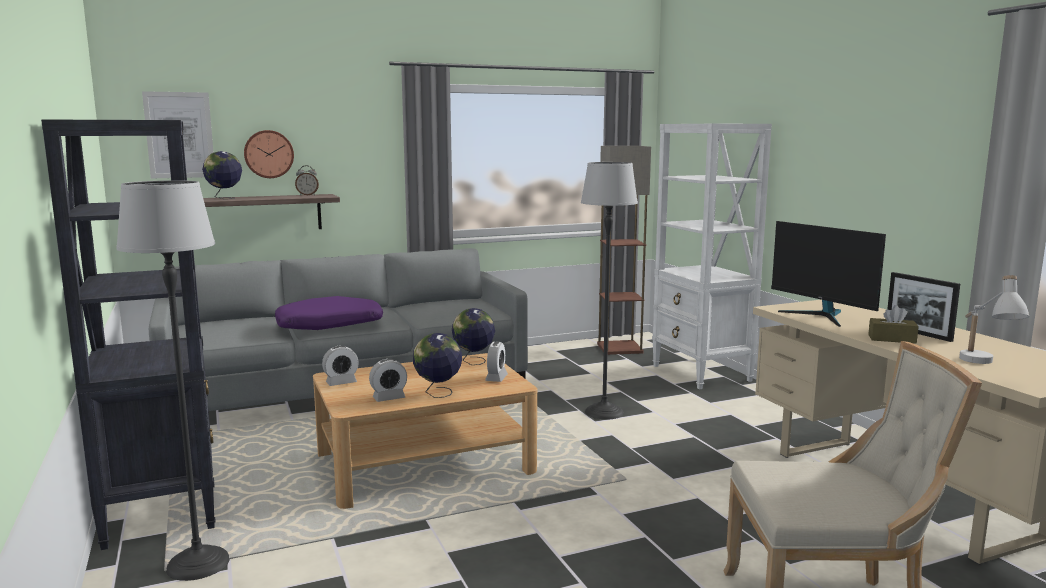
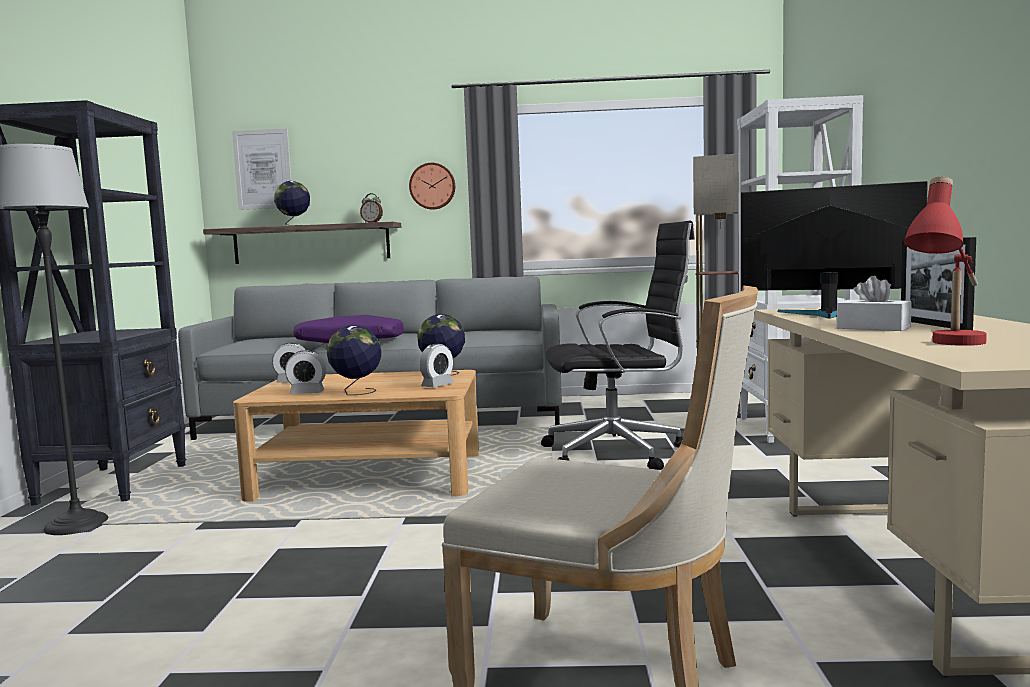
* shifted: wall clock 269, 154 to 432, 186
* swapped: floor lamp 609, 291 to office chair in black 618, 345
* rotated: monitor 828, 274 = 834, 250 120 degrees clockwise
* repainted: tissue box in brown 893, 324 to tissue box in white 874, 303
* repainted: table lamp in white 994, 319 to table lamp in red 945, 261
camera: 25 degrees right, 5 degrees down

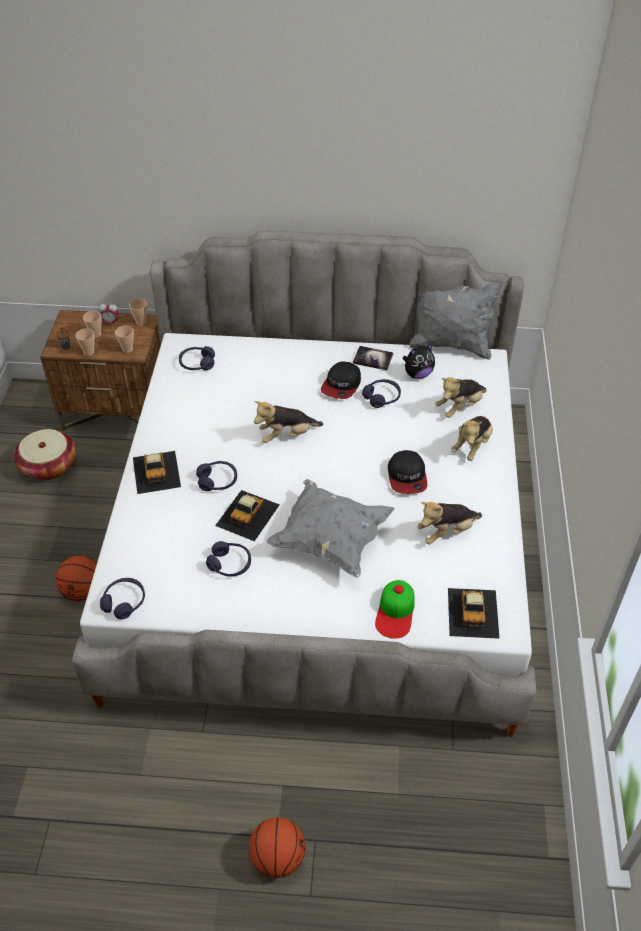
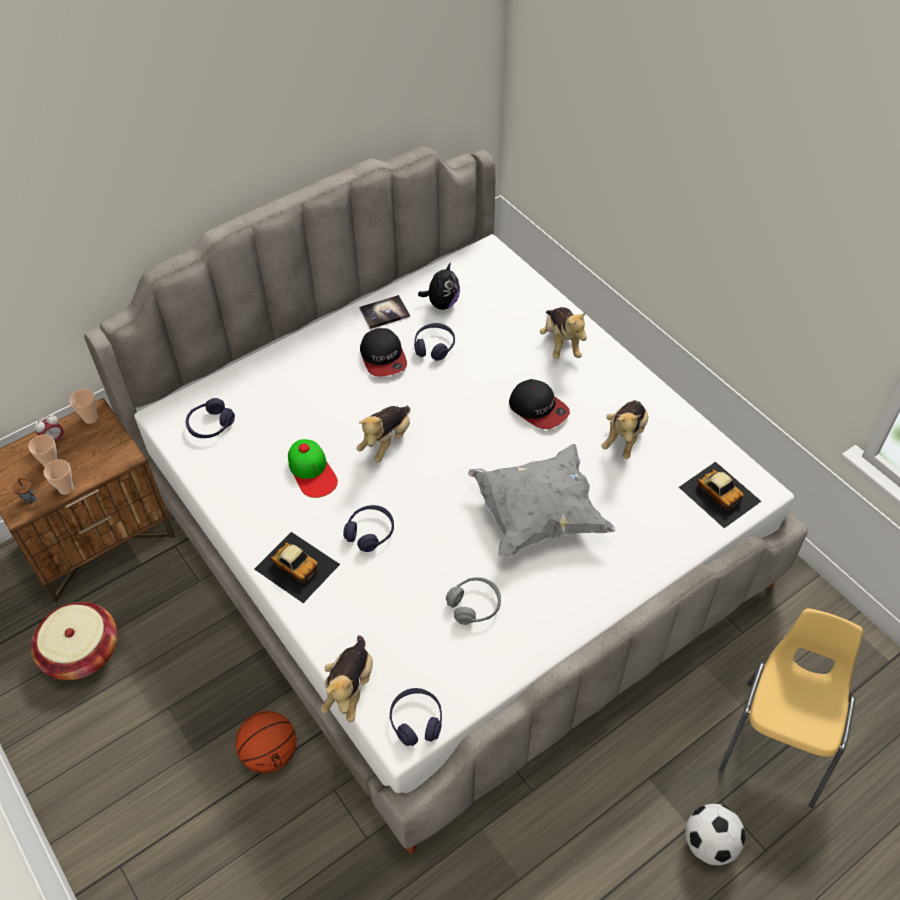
* shifted: cap 395, 609 to 313, 468
* shifted: plush toy 461, 397 to 347, 679
* repainted: headphones in purple 228, 559 to headphones in grey 473, 601
* swapped: basketball 277, 847 to football 715, 834
* new: chair in yellow 791, 708
* gone: cup 124, 339
* gone: toy car 247, 515
* gone: pillow in grey 456, 321
camera: 40 degrees left, 5 degrees up

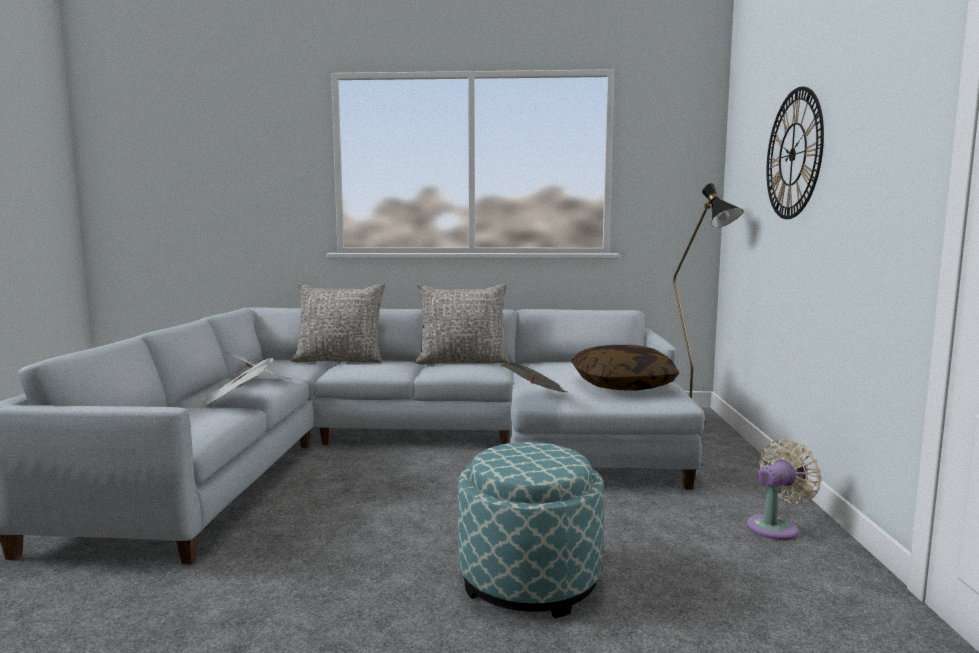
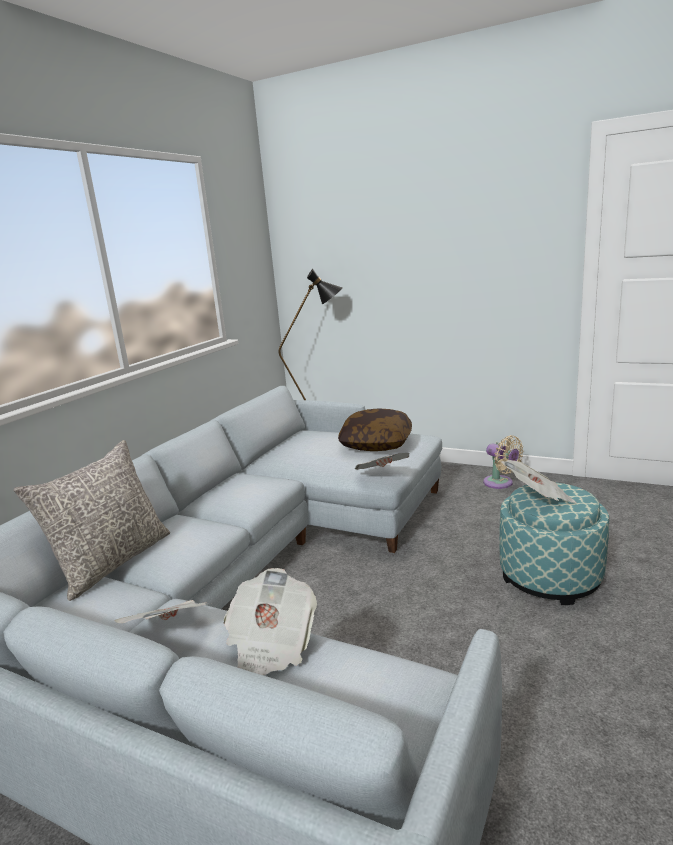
* rotated: fan in beige 784, 489 = 503, 462 150 degrees clockwise
* new: newspaper 539, 481
* gone: pillow in grey 462, 324
* gone: wall clock 795, 153
camera: 65 degrees left, 10 degrees up

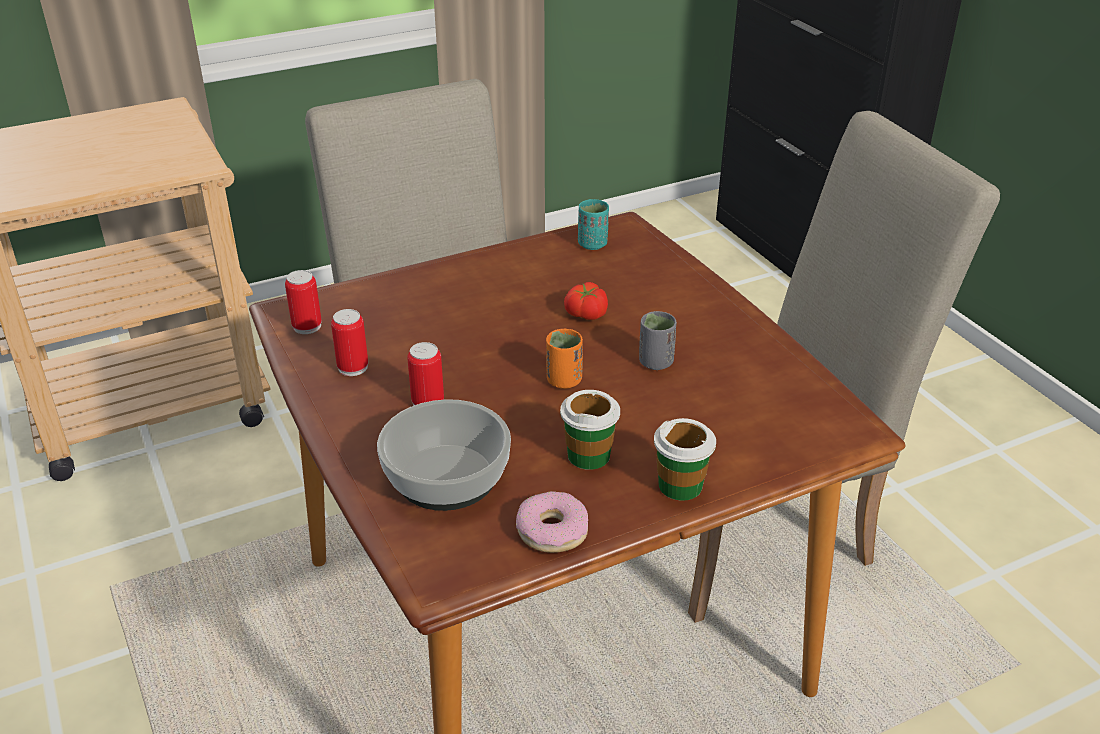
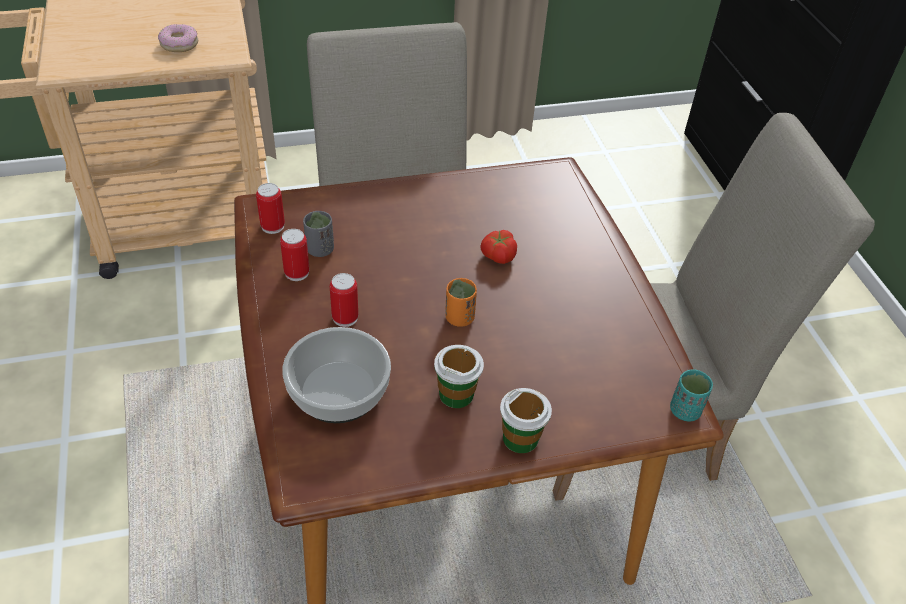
* shifted: donut 552, 522 to 178, 38
* shifted: cup in grey 658, 340 to 318, 234
* shifted: cup in turquoise 593, 224 to 691, 395
camera: 10 degrees right, 10 degrees up

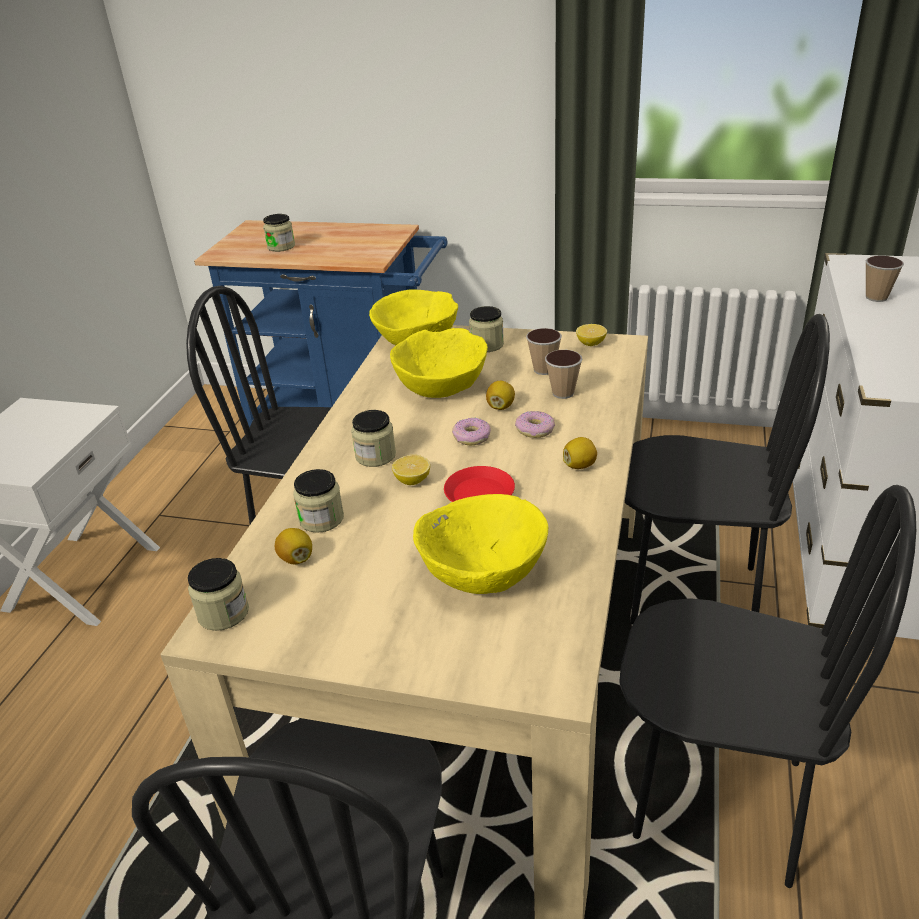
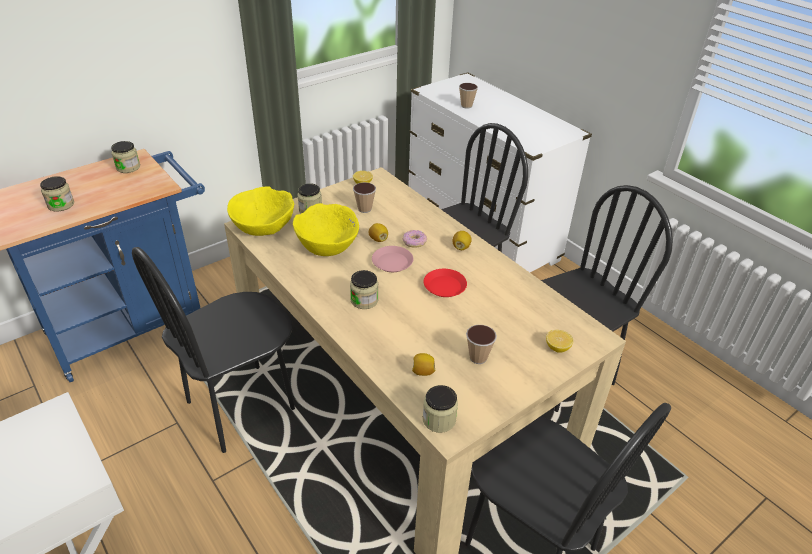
* shifted: jar 318, 501 to 125, 157
* swapped: donut 471, 431 to plate in pink 392, 259
* shifted: cup 563, 374 to 481, 344
* shifted: lemon 411, 470 to 559, 341
* gone: bowl in yellow 480, 544
camera: 55 degrees left, 5 degrees up

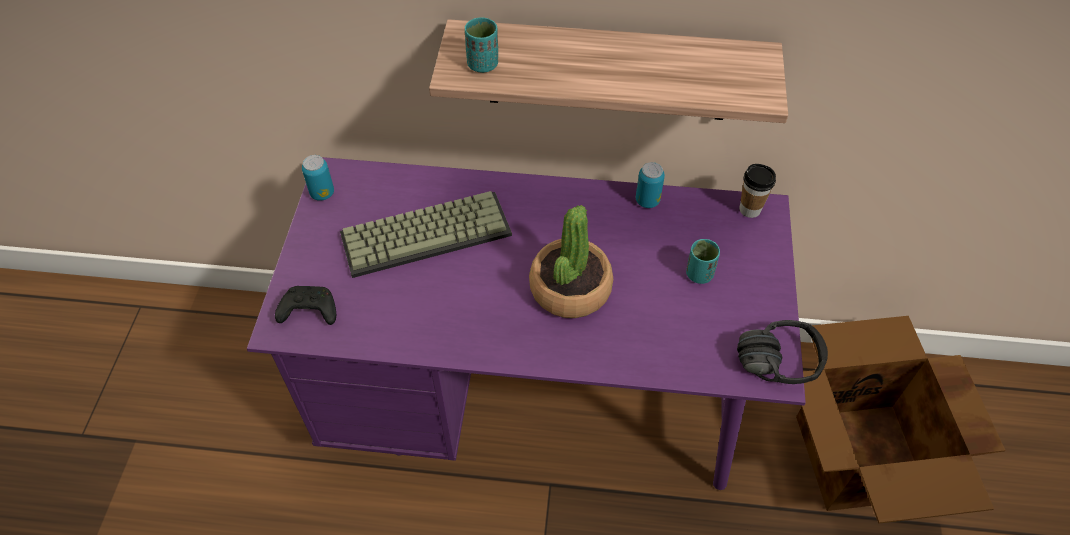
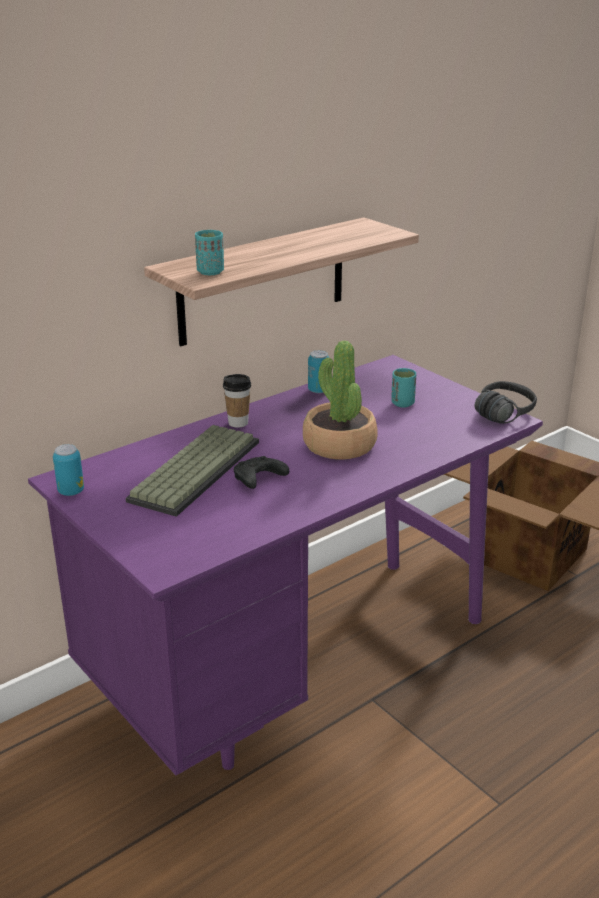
* shifted: cup 757, 191 to 237, 401
* shifted: game controller in black 305, 305 to 261, 472
camera: 45 degrees left, 25 degrees down

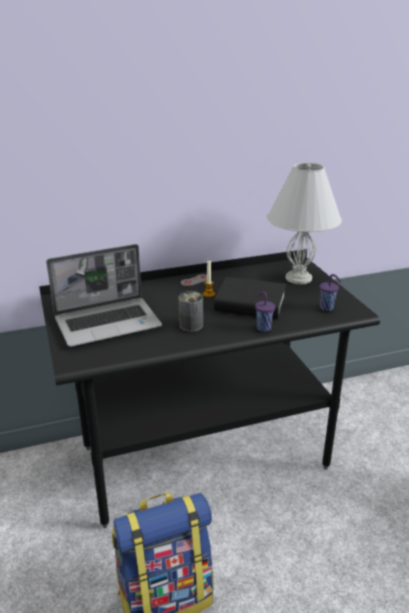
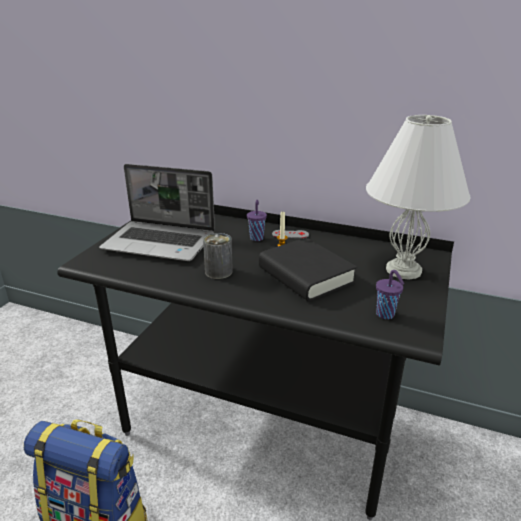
* shifted: cup in purple 265, 311 to 257, 220
camera: 40 degrees right, 0 degrees up

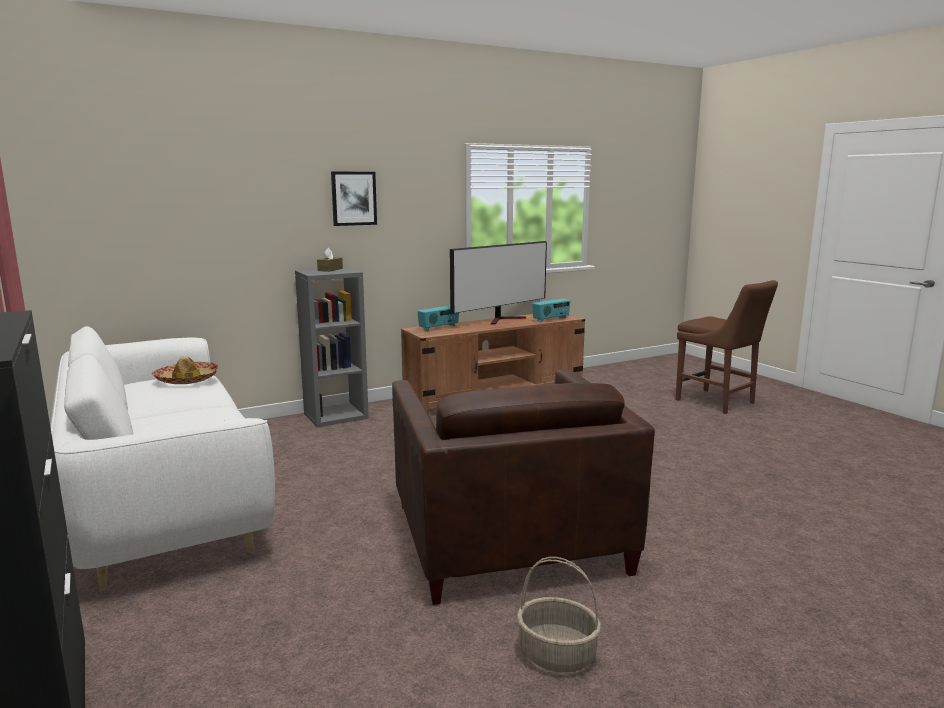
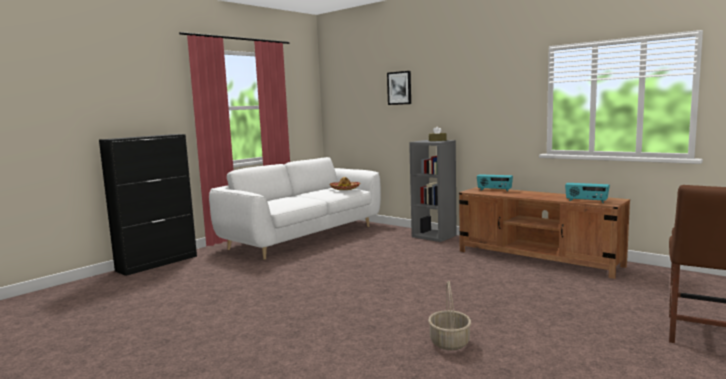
* shifted: picture 354, 198 to 399, 88
* shifted: basket 559, 614 to 449, 315
* gone: armchair in brown 523, 487
* gone: television 498, 282
camera: 70 degrees right, 5 degrees down

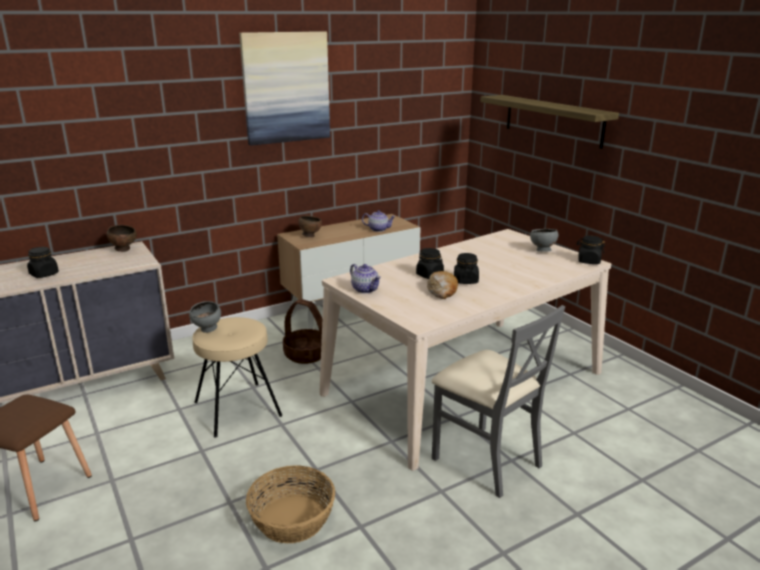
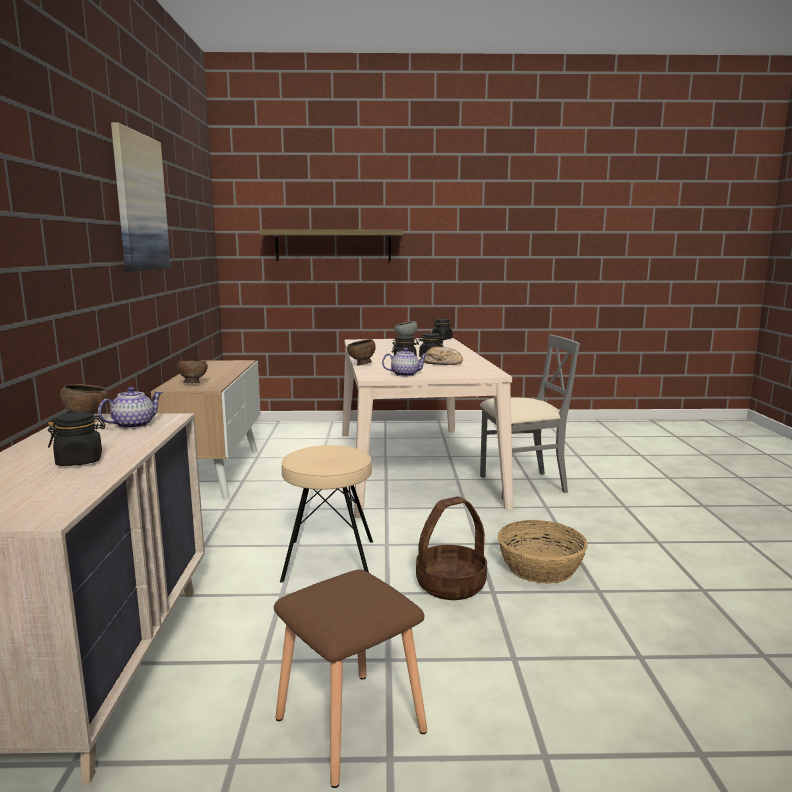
* shifted: teapot 379, 221 to 130, 408
* new: bowl in brown 361, 352
* shifted: basket 302, 331 to 451, 548
* gone: bowl in grey 205, 317
camera: 60 degrees left, 10 degrees down

